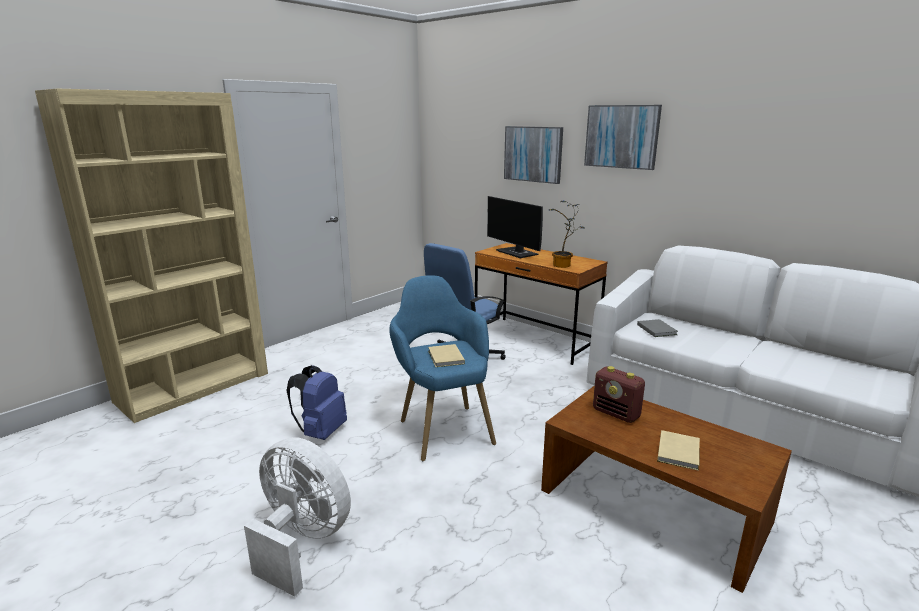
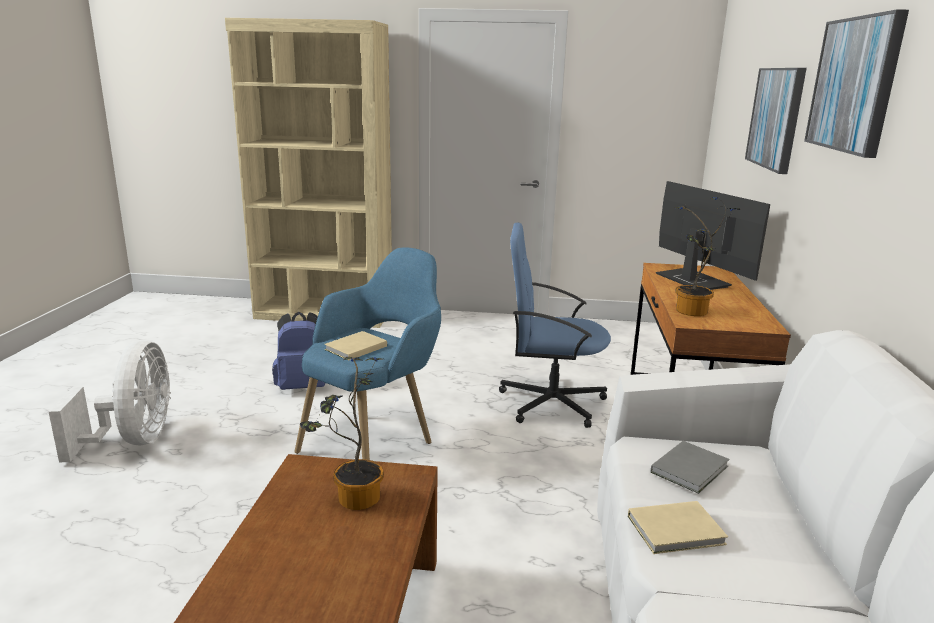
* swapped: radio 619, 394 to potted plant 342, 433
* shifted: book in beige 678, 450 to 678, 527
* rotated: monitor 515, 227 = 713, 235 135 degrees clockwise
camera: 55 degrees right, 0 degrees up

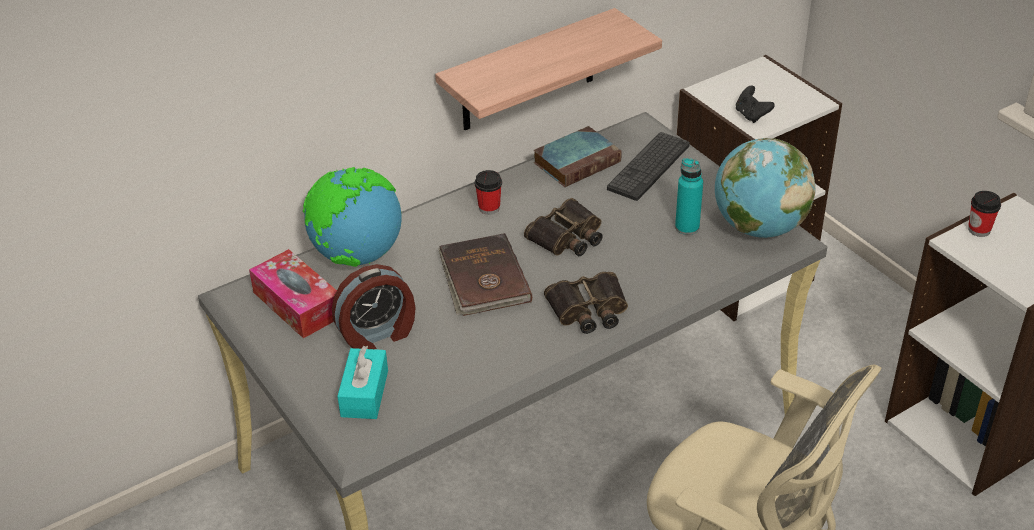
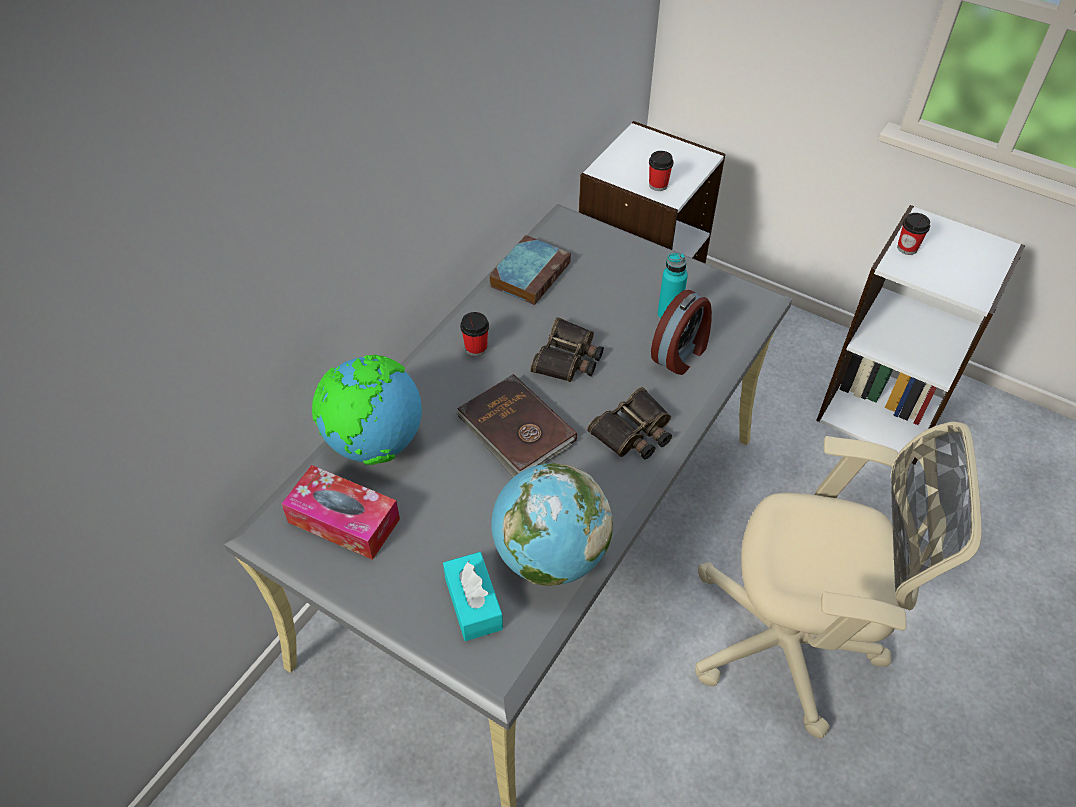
* shifted: globe 765, 188 to 552, 524
* swapped: game controller in black 755, 104 to cup 661, 171
* shifted: alarm clock 374, 306 to 681, 332
* gone: shelf 548, 69
* gone: keyboard 648, 166
camera: 25 degrees left, 10 degrees up

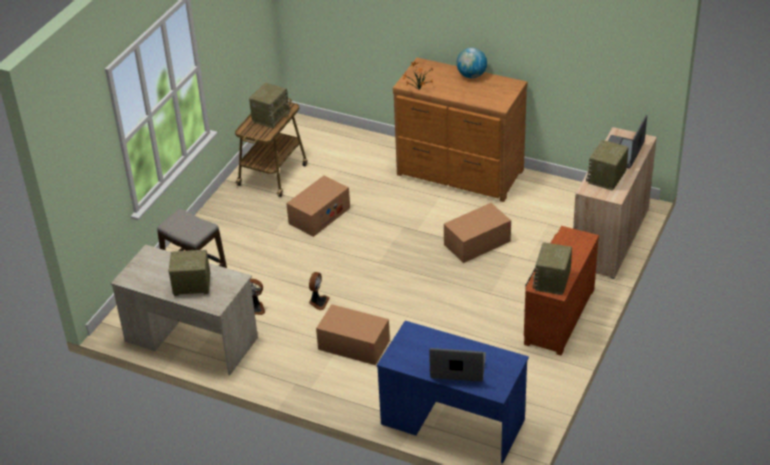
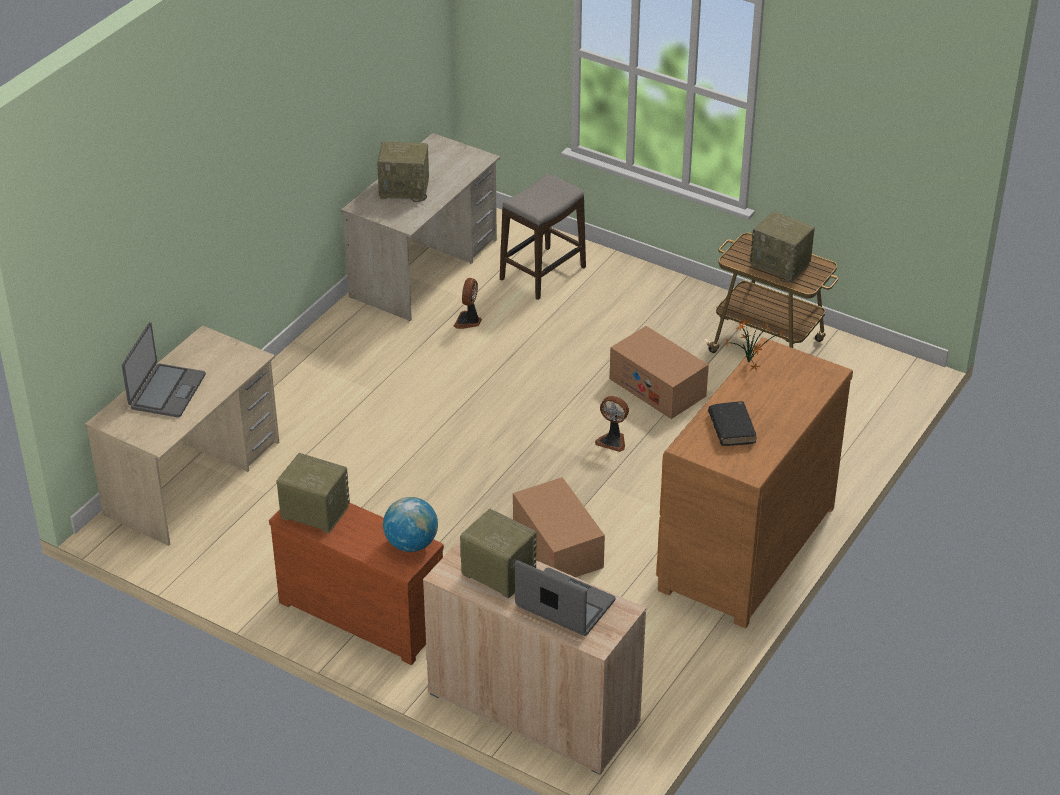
* repainted: desk in blue 453, 392 to desk in beige 182, 435
* rotated: radio 189, 273 = 403, 171 90 degrees clockwise
* shifted: globe 472, 63 to 410, 524
* shifted: fan 319, 291 to 612, 424
* new: book in black 732, 423
* gone: cardboard box 353, 334
camera: 95 degrees right, 0 degrees up

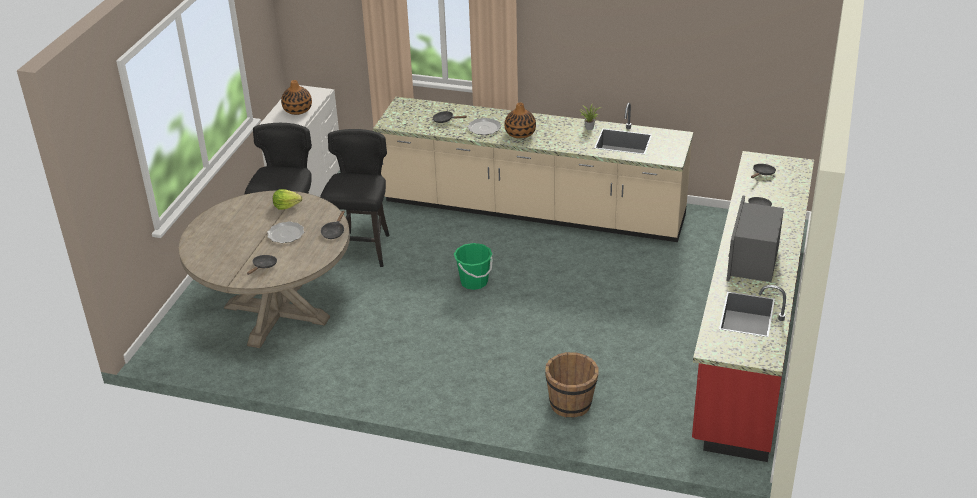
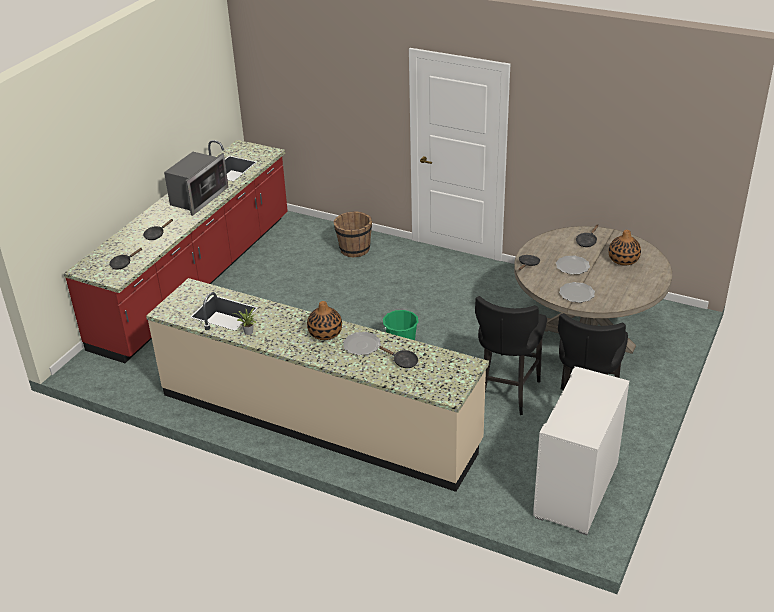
* swapped: lettuce 287, 199 to plate 577, 292
* shifted: vase 296, 97 to 624, 248
camera: 170 degrees left, 0 degrees up

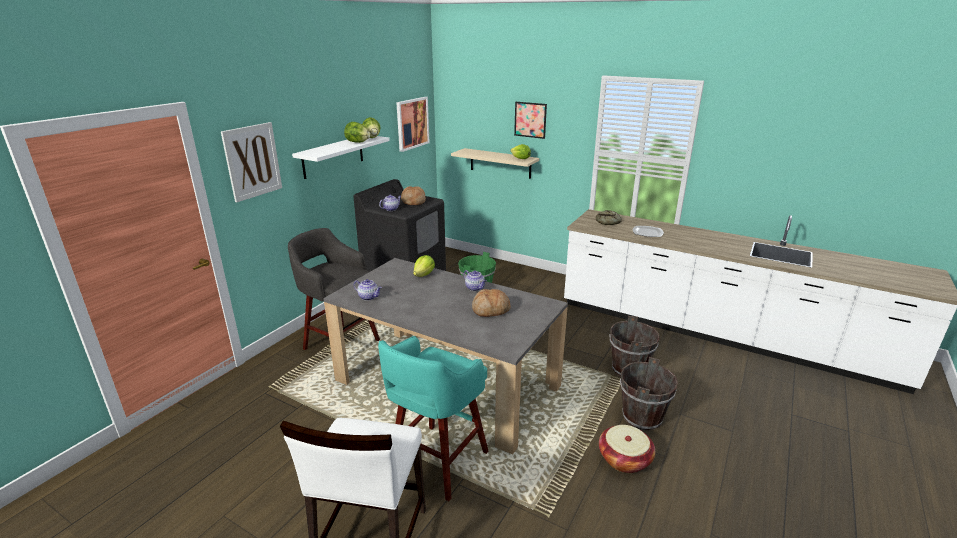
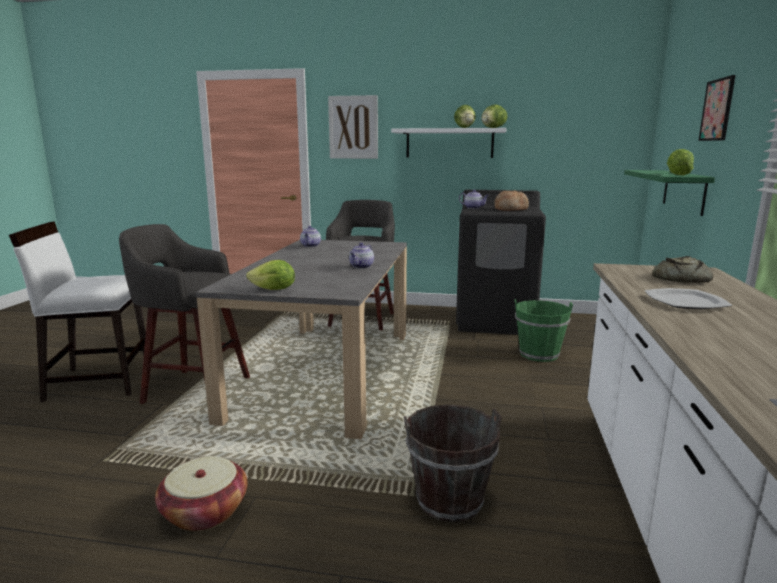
* repainted: stool in turquoise 433, 418 to stool in grey 184, 314
* shifted: lettuce 424, 266 to 270, 275
* repainted: shelf in beige 495, 163 to shelf in green 669, 193
* gone: picture 413, 124
* gone: bread 491, 303
* gone: bucket in brown 649, 393
camera: 70 degrees right, 10 degrees down

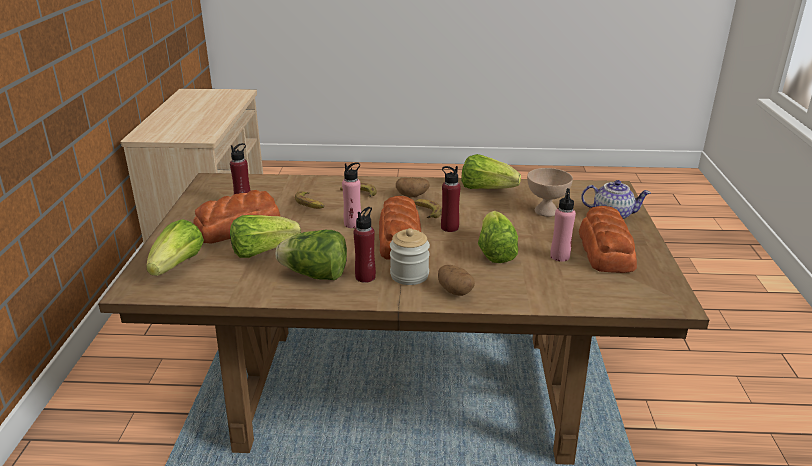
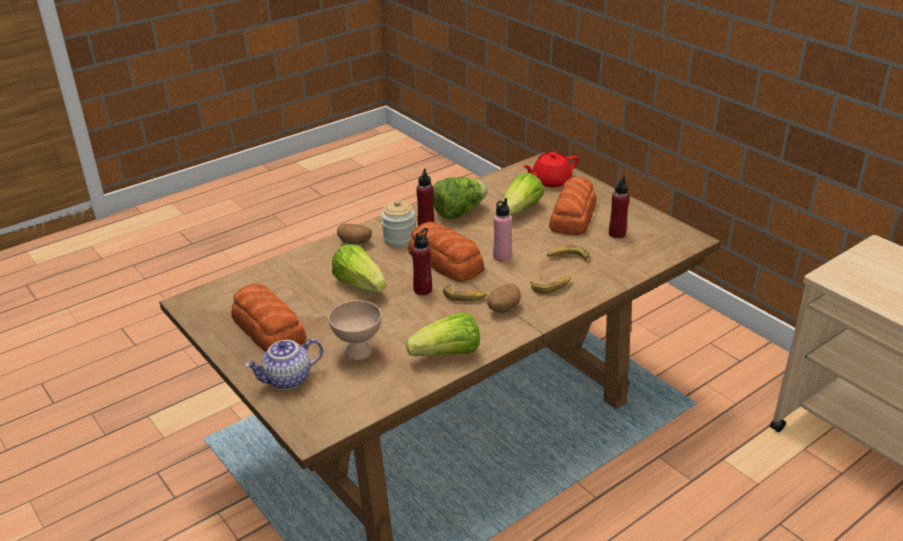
* swapped: lettuce 175, 247 to teapot in red 551, 169
* gone: bottle in pink 563, 225
camera: 140 degrees right, 5 degrees up

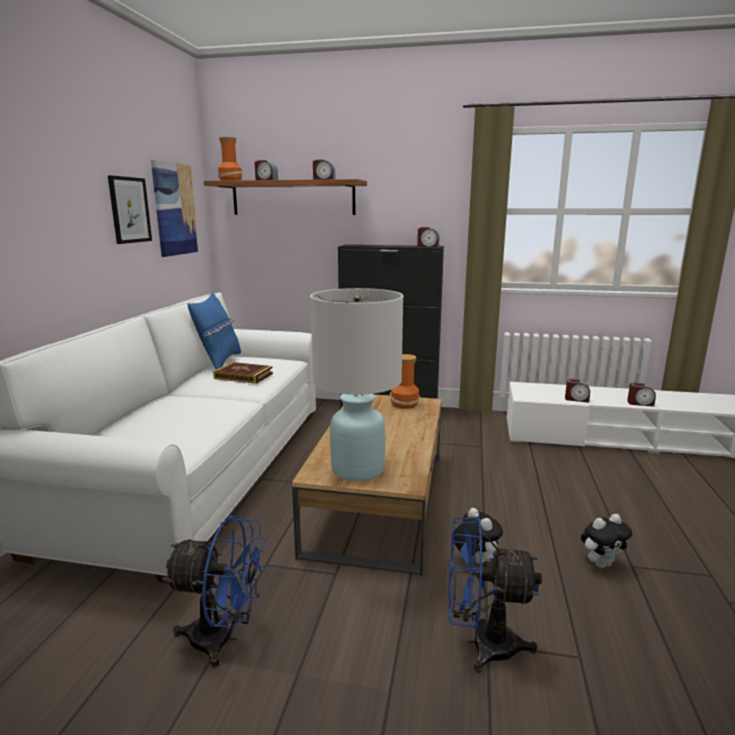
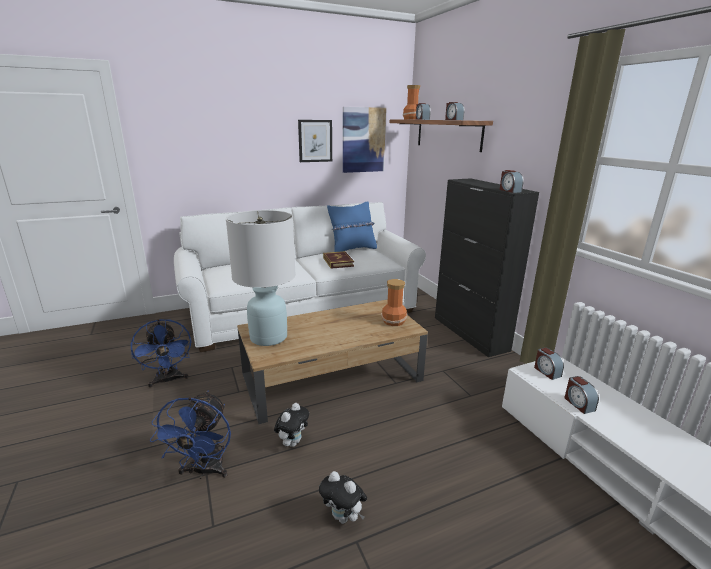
* rotated: fan in blue 495, 595 = 190, 435 150 degrees counterclockwise
* shifted: alarm clock 641, 394 to 549, 363
camera: 55 degrees right, 5 degrees up

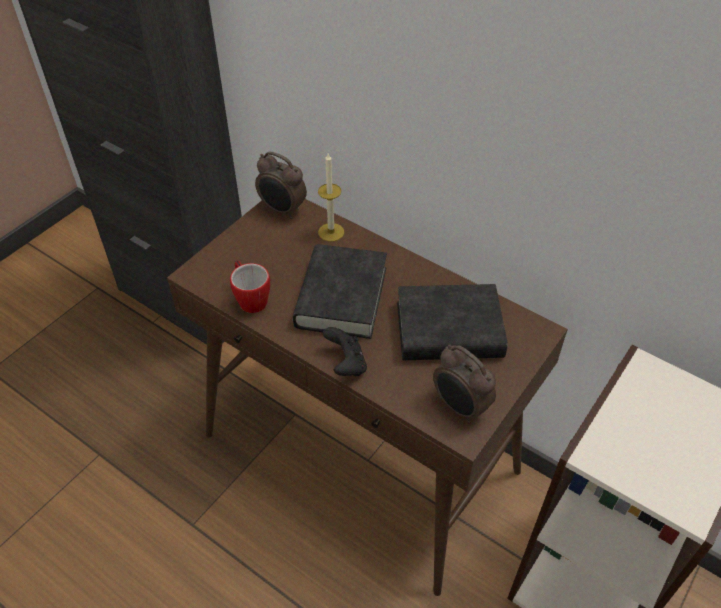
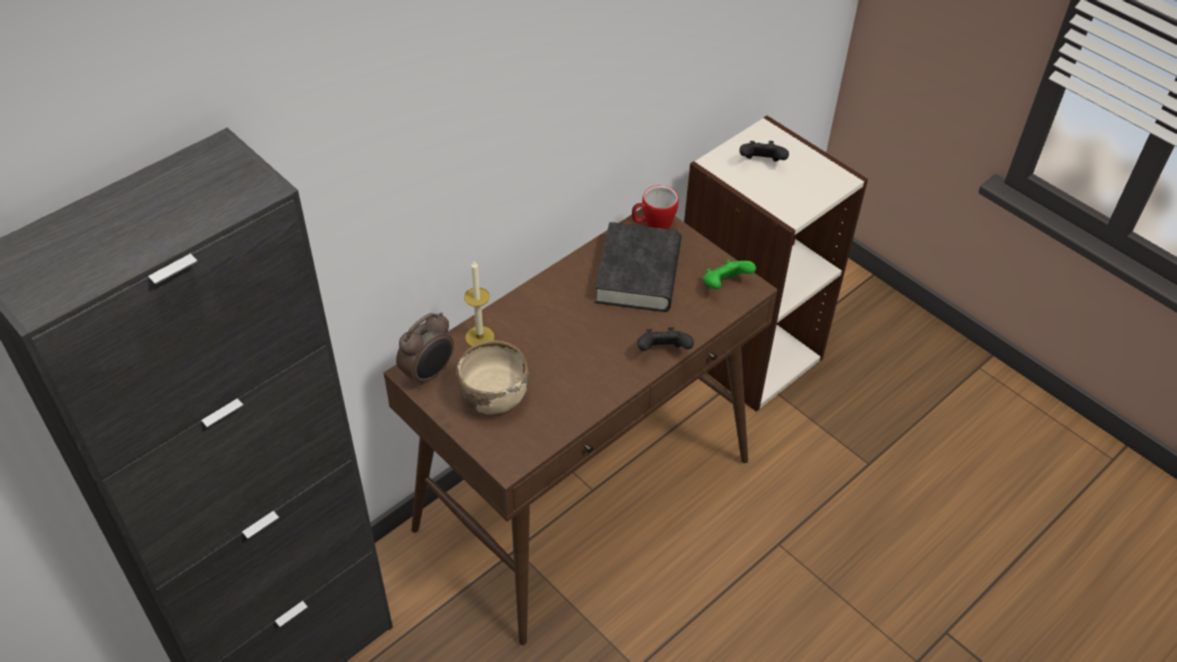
* new: bowl in beige 493, 377
* shifted: mug 250, 287 to 655, 207
* swapped: alarm clock 464, 383 to game controller in green 729, 274
* new: game controller in black 764, 151
* gone: book in black 340, 291
camera: 80 degrees left, 0 degrees up

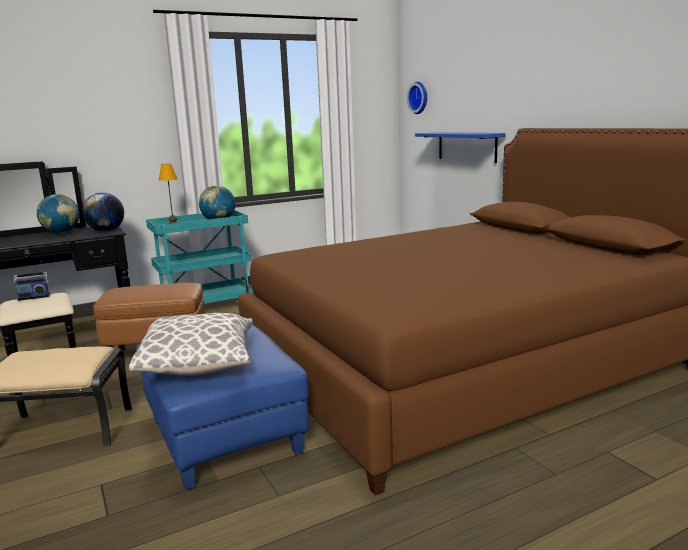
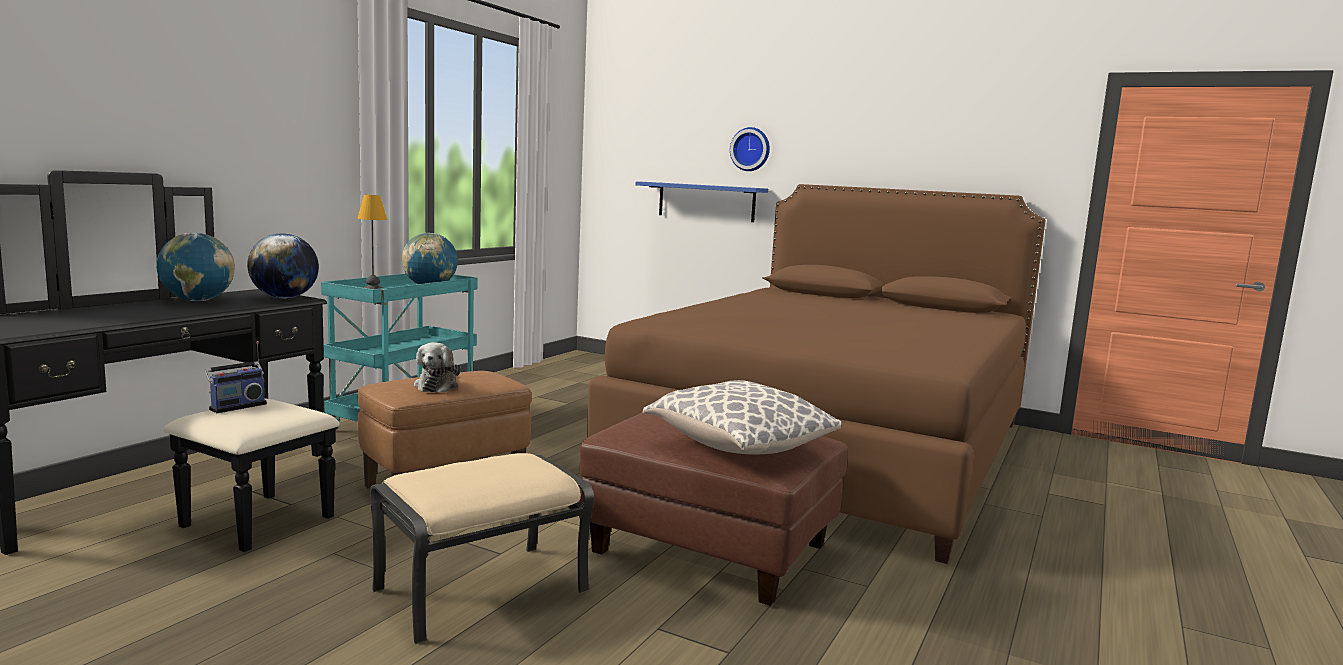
* new: plush toy 437, 367
* repainted: ottoman in blue 222, 407 to ottoman in brown 713, 509
* shifted: wall clock 417, 97 to 750, 149
camera: 35 degrees left, 5 degrees down

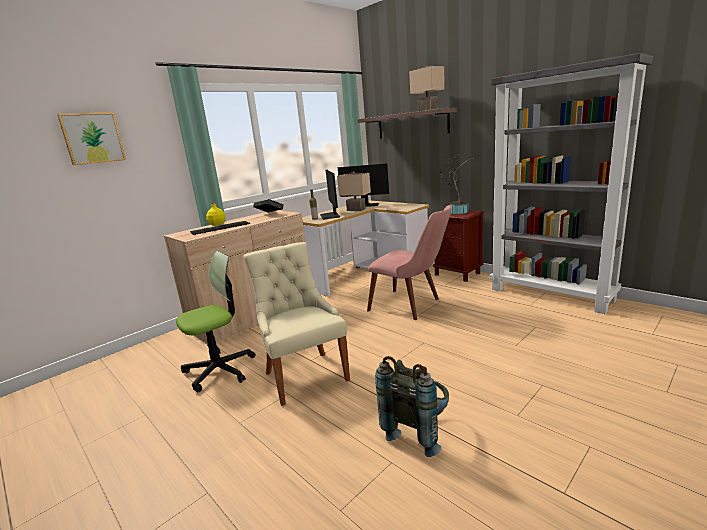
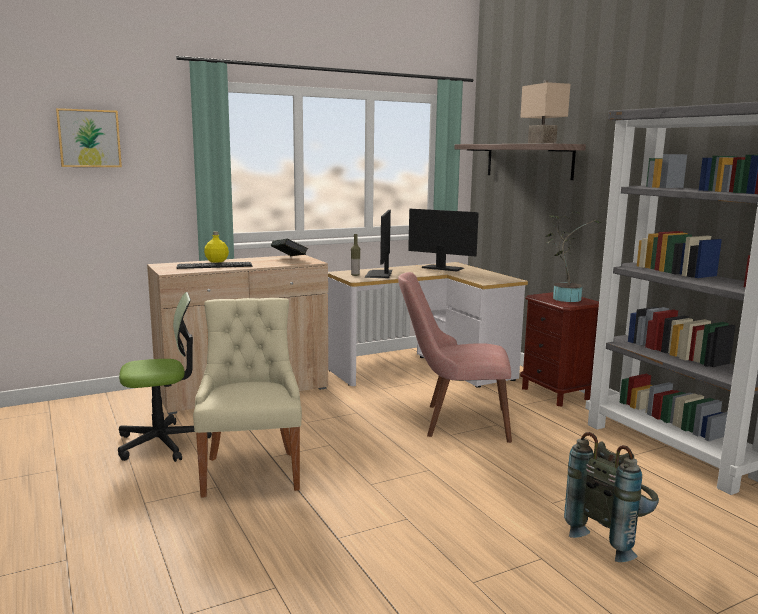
* rotated: chair in pink 409, 262 = 455, 357 135 degrees clockwise
* shifted: backpack in grey 412, 406 to 611, 497
* gone: table lamp in beige 354, 191
camera: 15 degrees right, 5 degrees down

